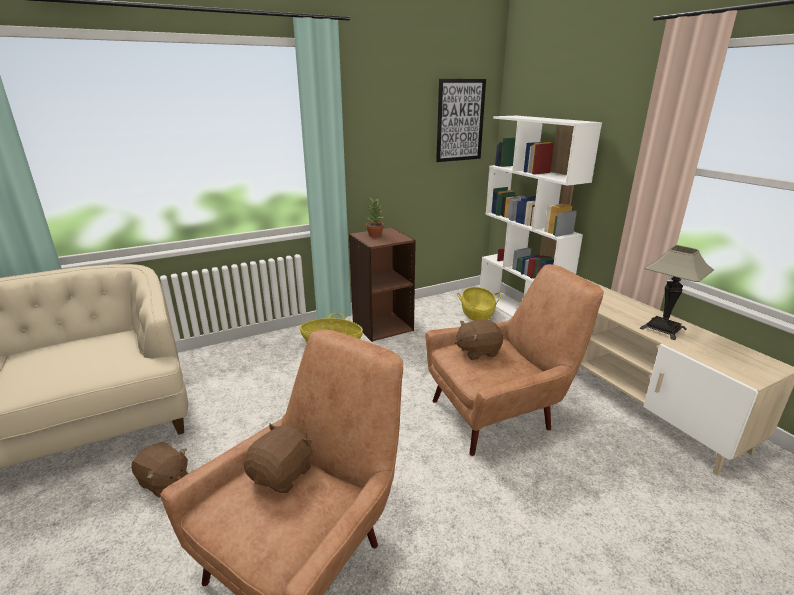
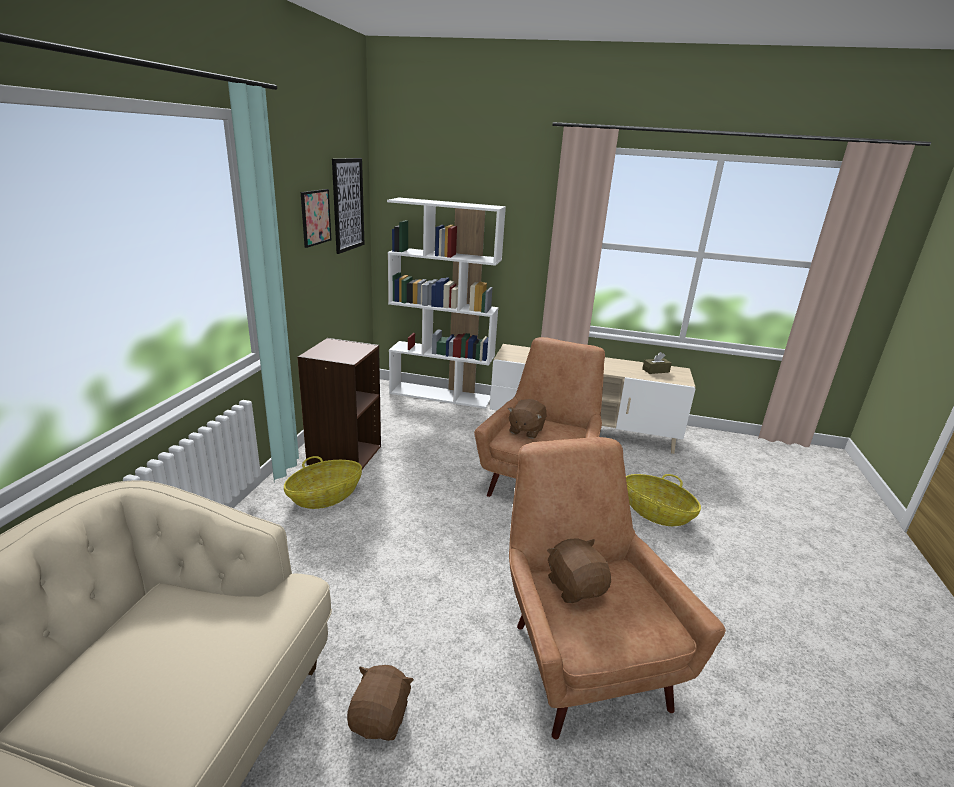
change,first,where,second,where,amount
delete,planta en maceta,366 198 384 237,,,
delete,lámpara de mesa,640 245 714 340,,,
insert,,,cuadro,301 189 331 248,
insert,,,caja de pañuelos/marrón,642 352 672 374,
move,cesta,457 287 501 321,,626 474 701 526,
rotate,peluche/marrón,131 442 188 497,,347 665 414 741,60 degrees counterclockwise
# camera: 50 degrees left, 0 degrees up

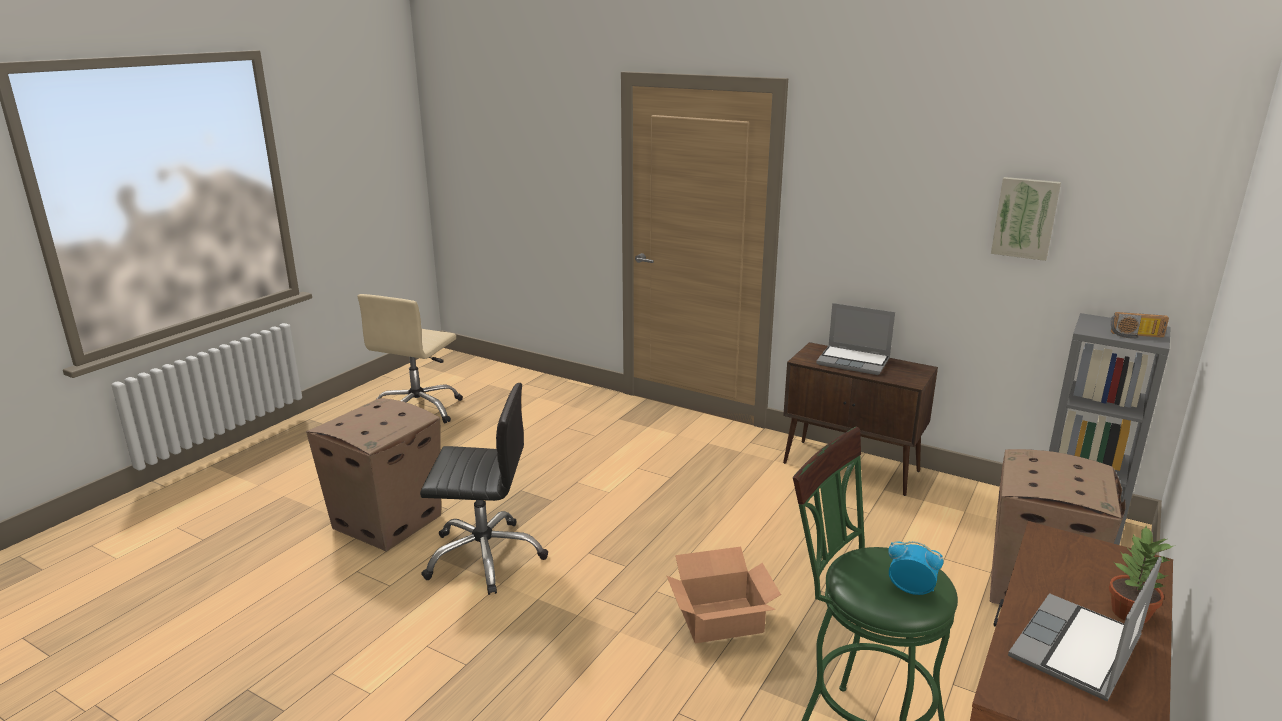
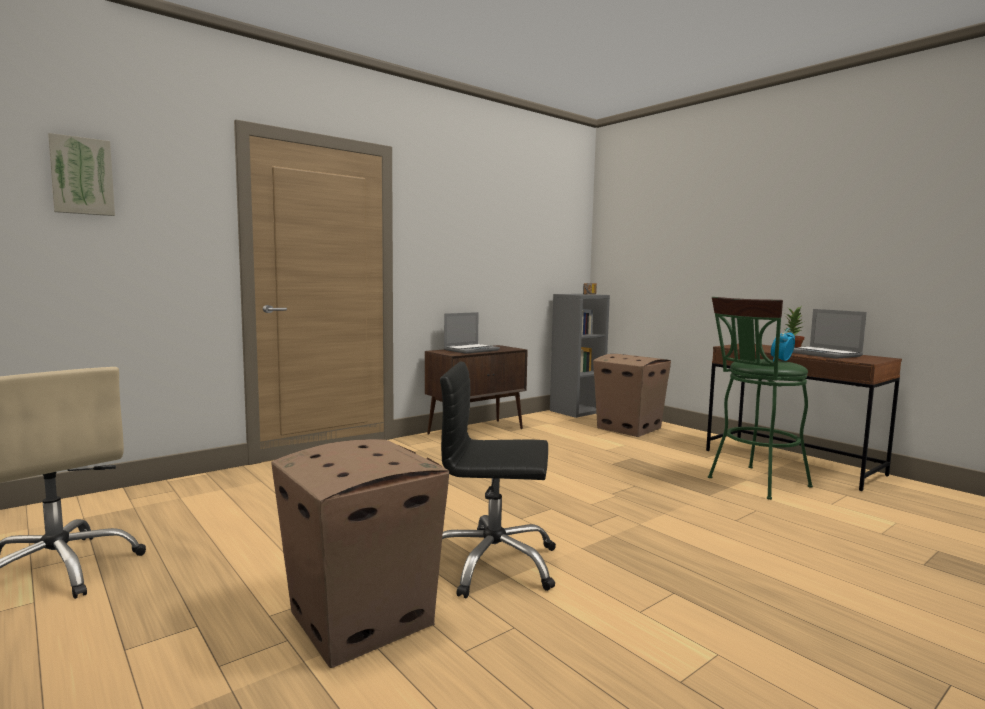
change,first,where,second,where,amount
delete,caja de cartón,667 547 781 644,,,
move,cuadro,991 177 1061 261,,48 133 115 216,
rotate,silla de oficina/negro,420 383 548 595,,440 362 556 598,105 degrees counterclockwise
# camera: 70 degrees left, 15 degrees down

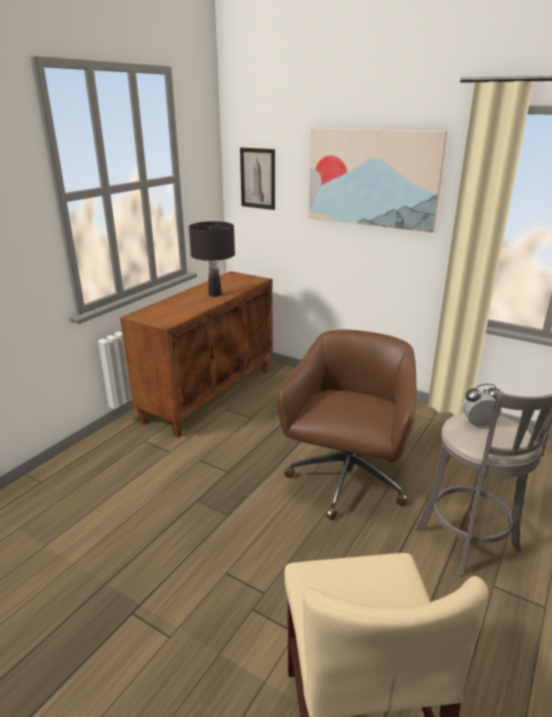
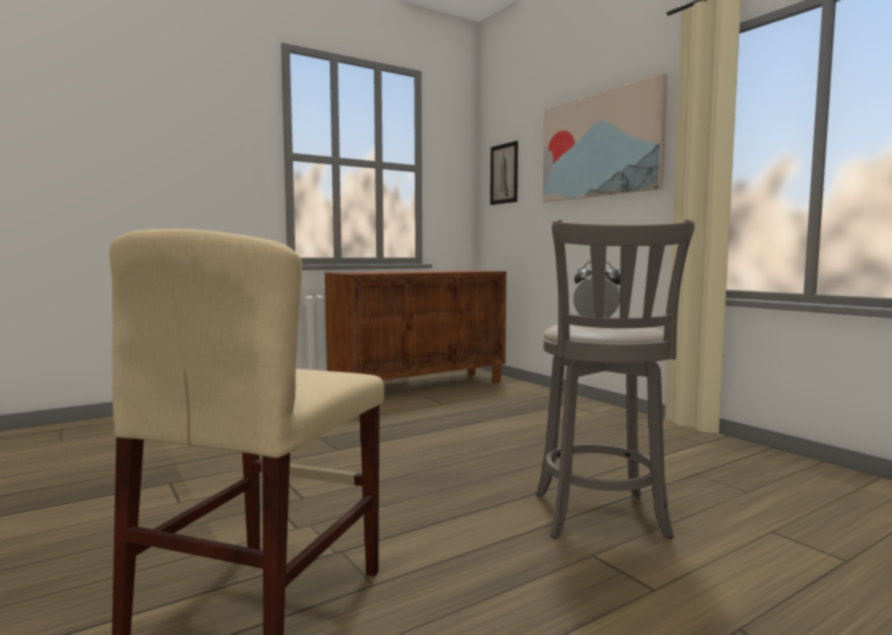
change,first,where,second,where,amount
delete,lámpara de mesa/negro,189 221 235 297,,,
delete,silla de oficina/marrón,277 330 417 520,,,
# camera: 25 degrees right, 20 degrees down

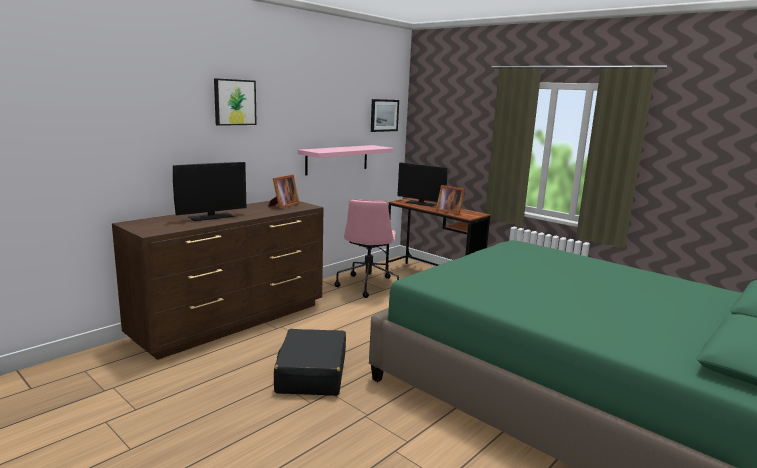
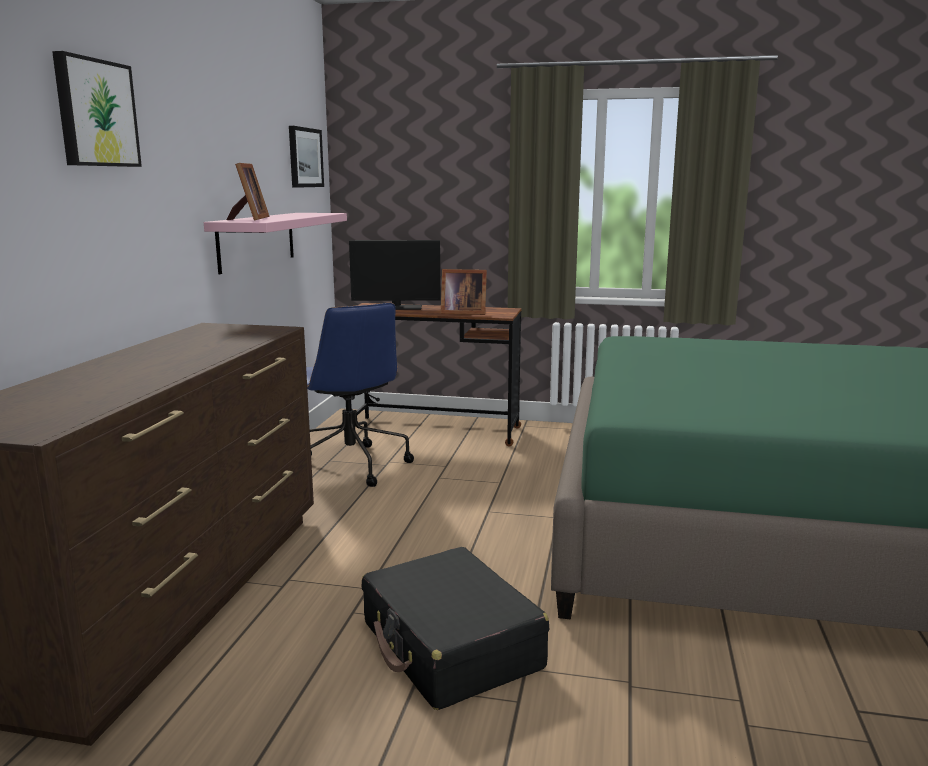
change,first,where,second,where,amount
delete,monitor,173 162 246 221,,,
move,portarretratos,269 175 300 209,,226 163 269 220,
recolor,silla de oficina/rosa,334 199 399 298,silla de oficina/azul,306 303 414 487,
# camera: 30 degrees left, 0 degrees up

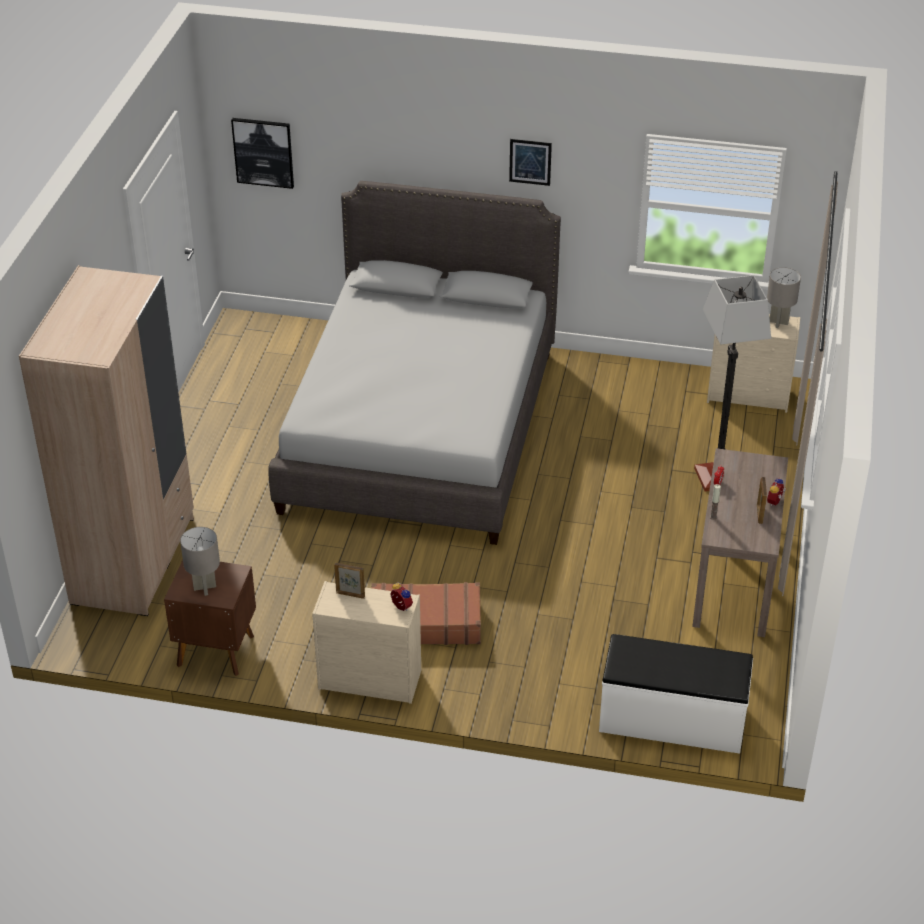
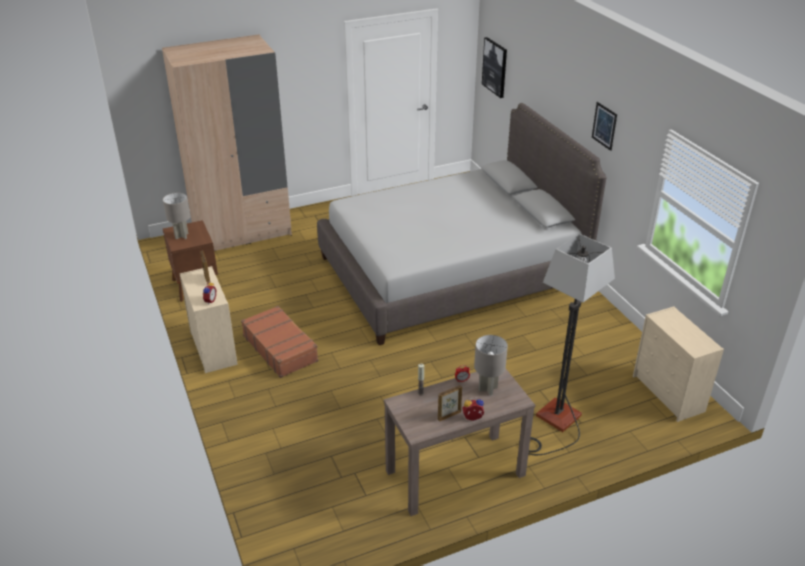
change,first,where,second,where,amount
delete,banco/blanco,599 634 753 754,,,
move,lámpara de mesa/gris,767 267 801 328,,474 335 508 396,
# camera: 55 degrees right, 5 degrees down

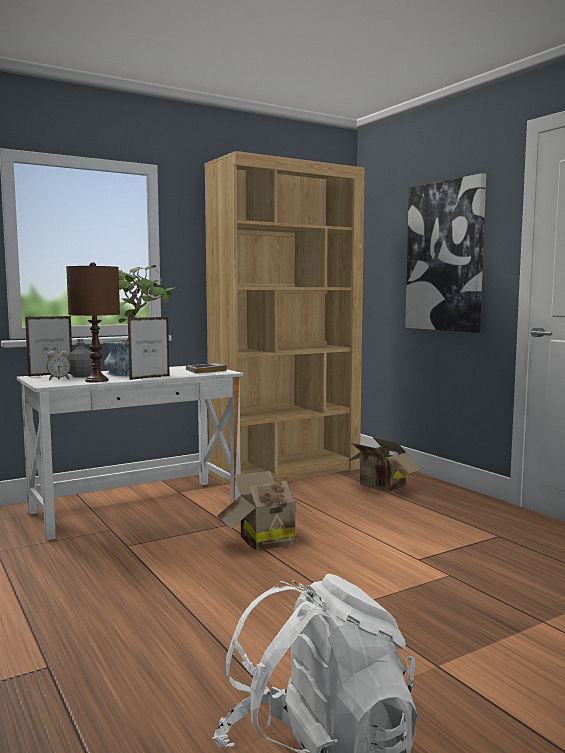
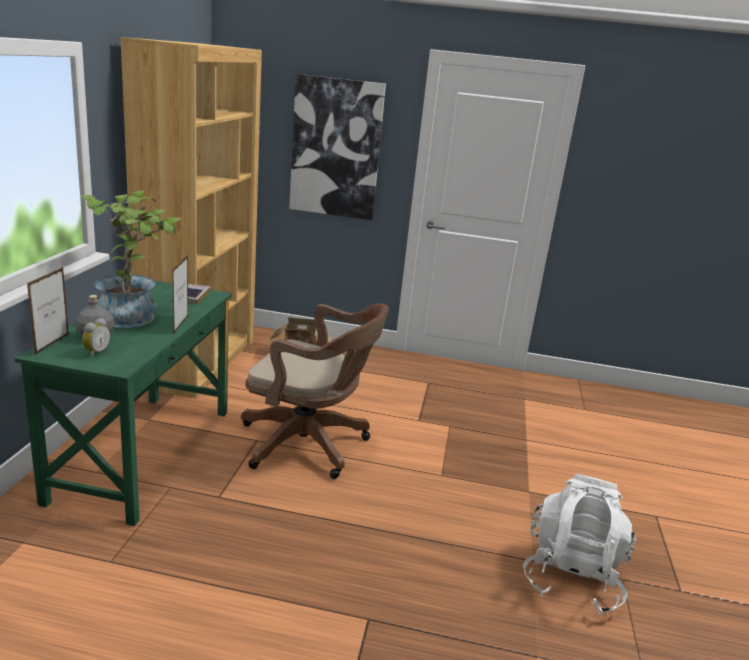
change,first,where,second,where,amount
delete,lámpara de mesa/marrón,66 262 120 383,,,
replace,caja de cartón,217 471 316 551,silla de oficina/marrón,241 304 389 479,
recolor,escritorio/blanco,17 366 244 540,escritorio/verde,15 281 232 526,
# camera: 50 degrees left, 15 degrees up

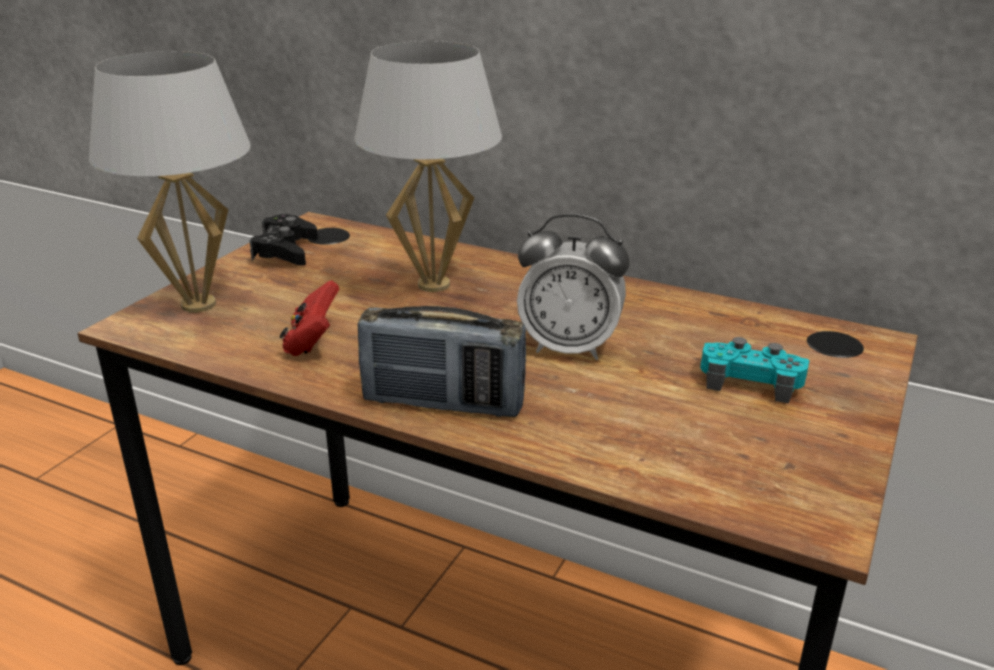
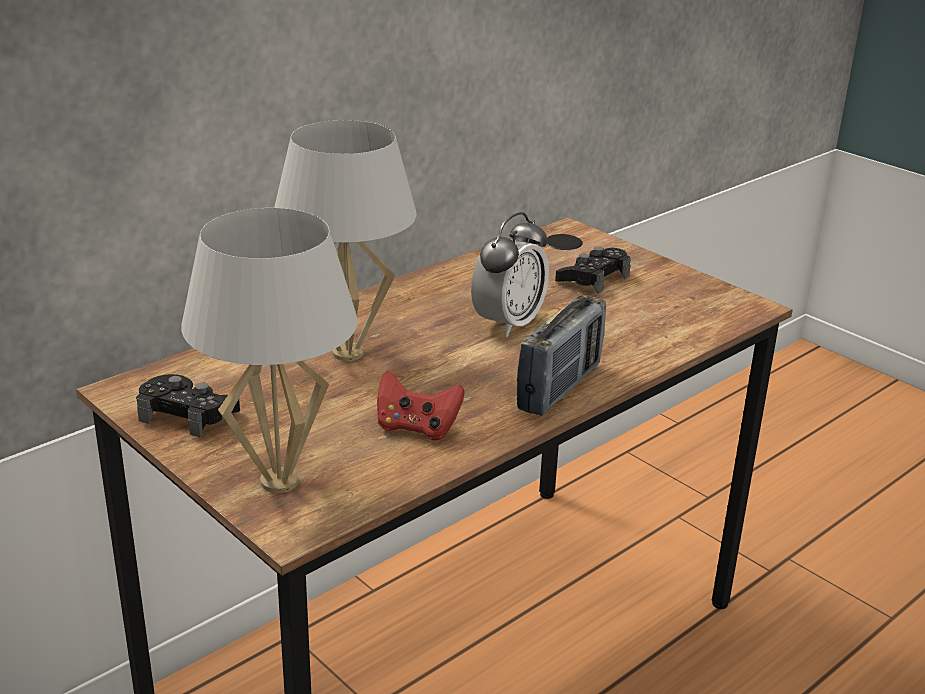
change,first,where,second,where,amount
recolor,mando de consola/turquesa,700 337 810 403,mando de consola/negro,555 246 631 294,
# camera: 70 degrees left, 0 degrees up

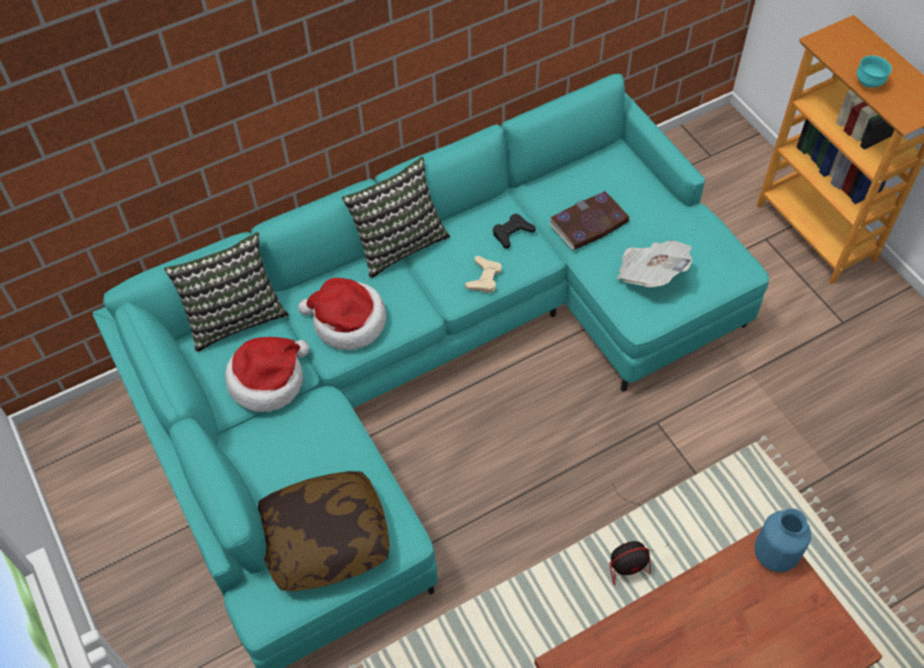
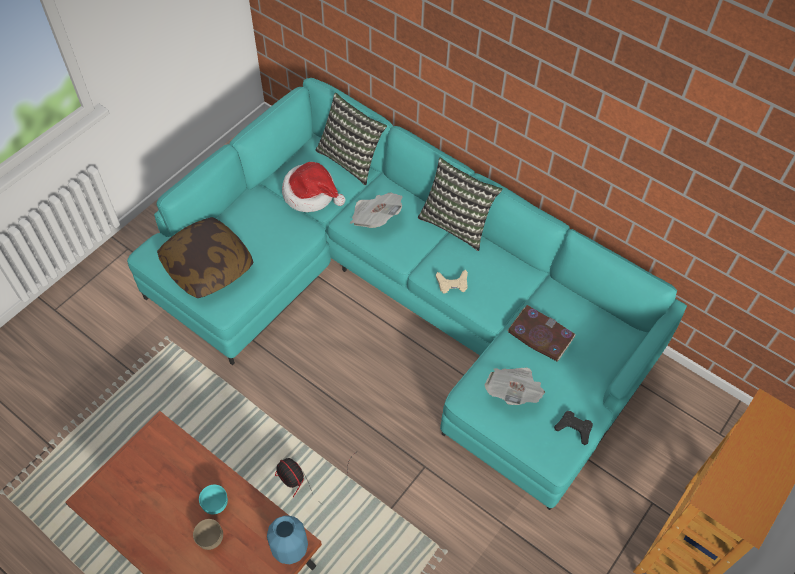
change,first,where,second,where,amount
insert,,,cuenco/marrón,193 519 223 550,
move,mando de consola/negro,493 214 536 249,,554 411 593 446,
move,cuenco/turquesa,857 55 892 88,,199 484 228 514,
replace,sombrero,298 278 386 350,periódico,350 192 402 228,
# camera: 65 degrees right, 0 degrees up

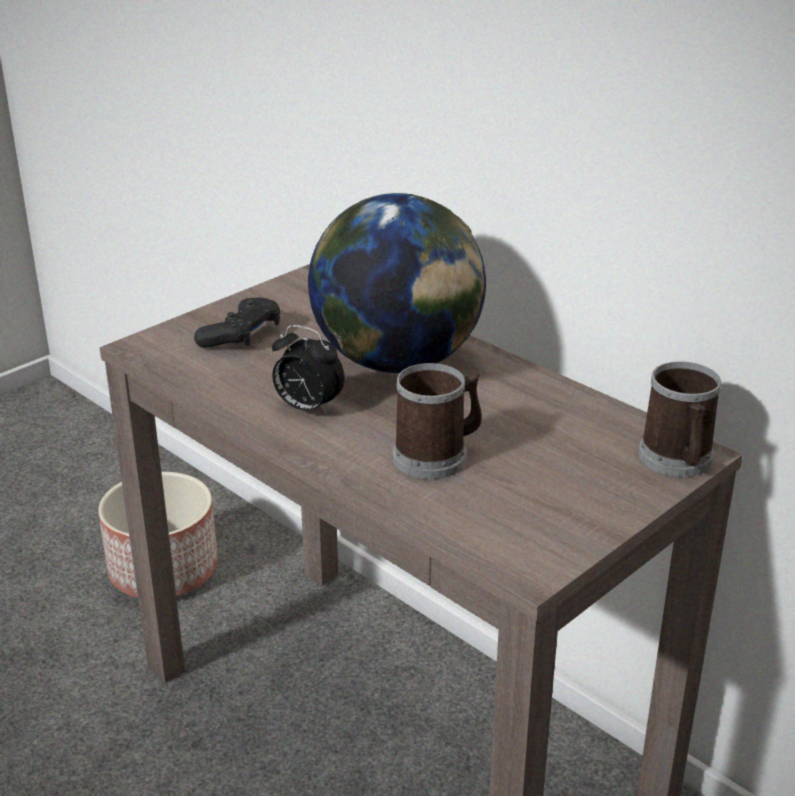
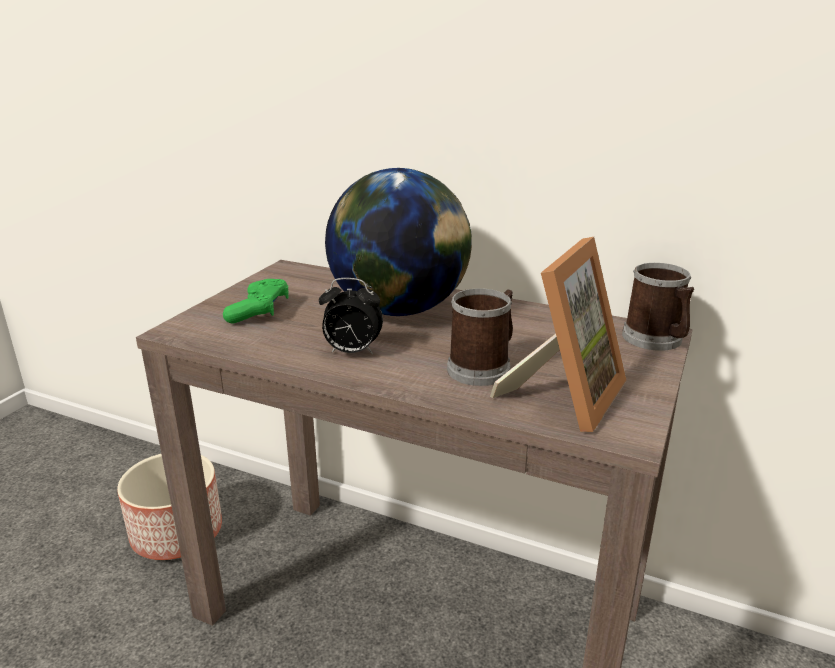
change,first,where,second,where,amount
insert,,,portarretratos,490 237 627 432,
recolor,mando de consola/negro,194 298 280 348,mando de consola/verde,223 279 289 323,
# camera: 20 degrees left, 5 degrees down

